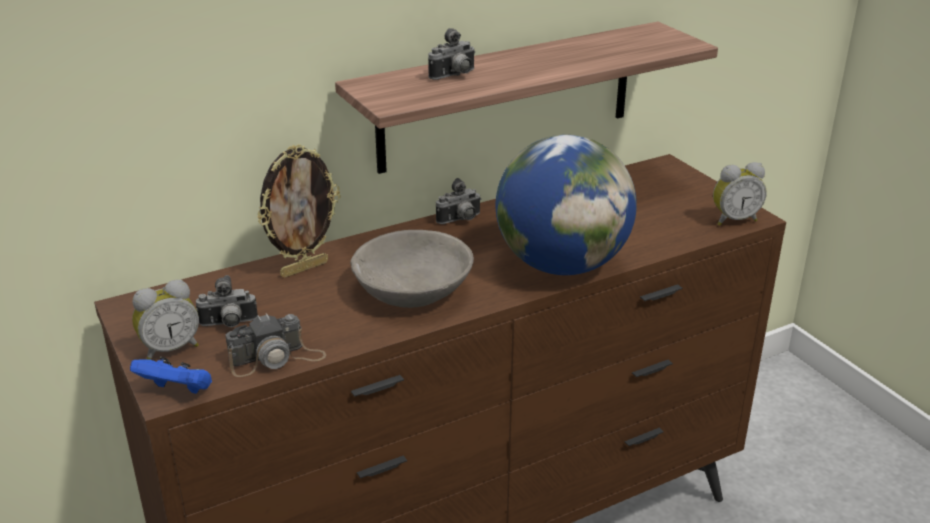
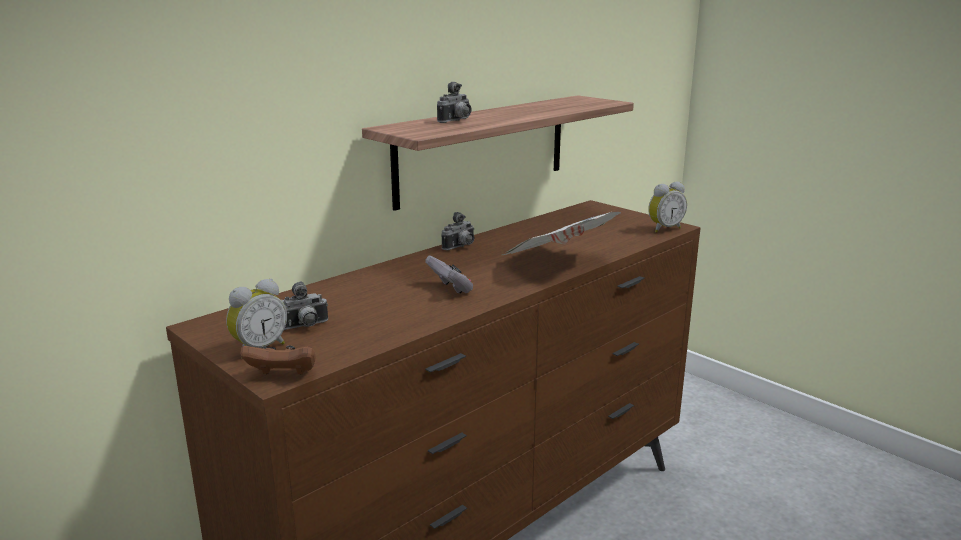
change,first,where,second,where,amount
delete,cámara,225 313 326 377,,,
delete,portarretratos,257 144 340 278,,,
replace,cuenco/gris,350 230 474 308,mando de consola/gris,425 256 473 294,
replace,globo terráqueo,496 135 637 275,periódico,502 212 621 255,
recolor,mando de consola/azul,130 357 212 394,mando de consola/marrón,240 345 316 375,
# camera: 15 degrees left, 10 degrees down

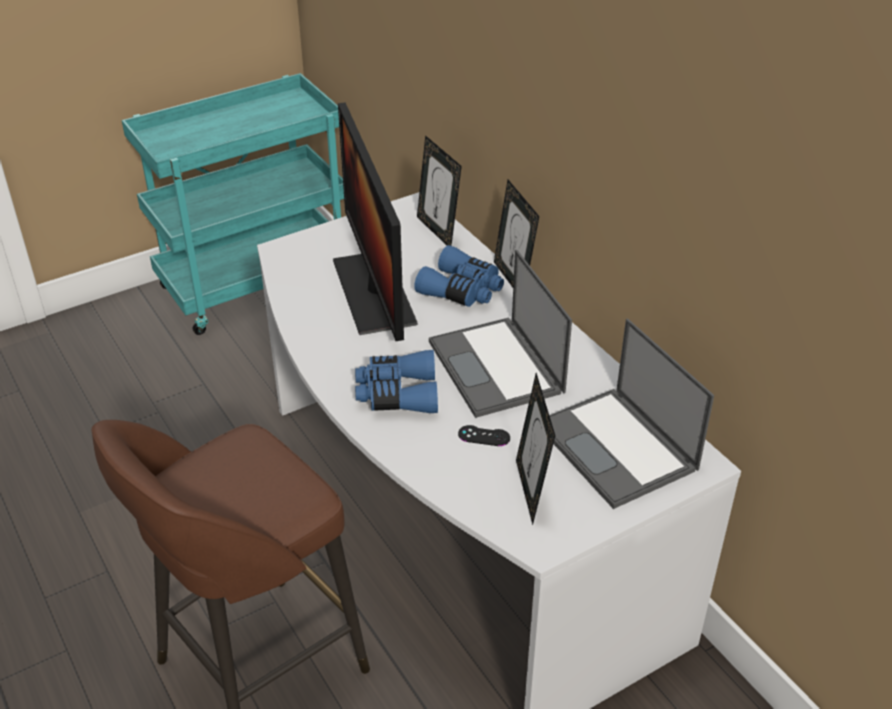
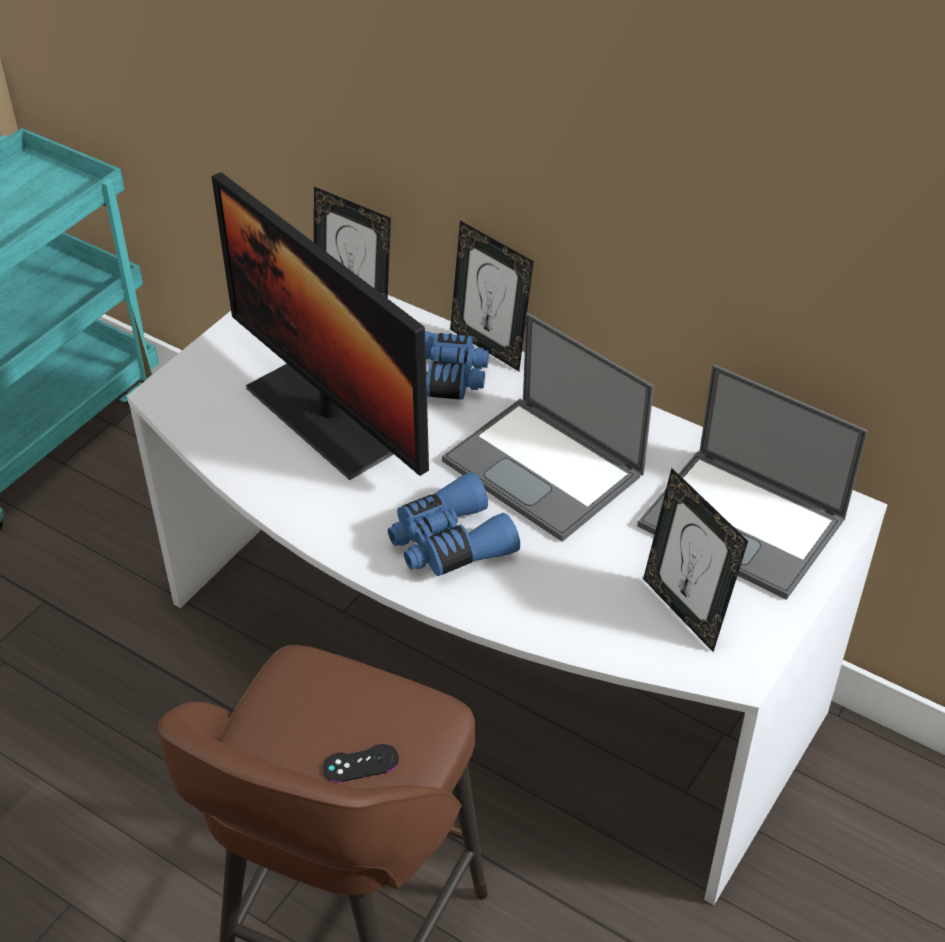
change,first,where,second,where,amount
move,mando de consola/negro,458 425 510 446,,323 744 399 782,
# camera: 25 degrees left, 5 degrees up

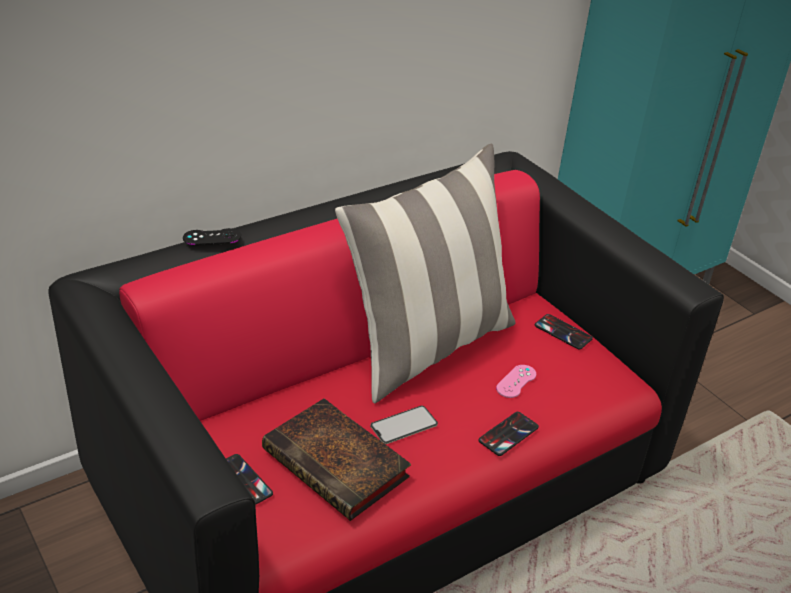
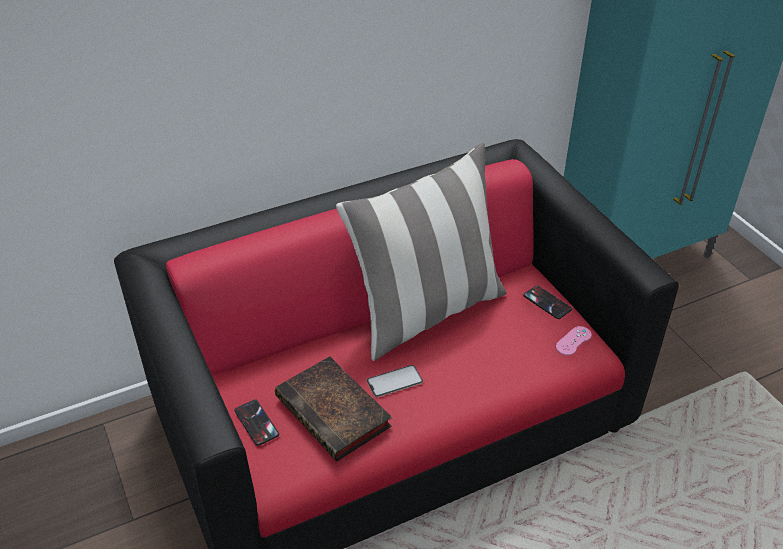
change,first,where,second,where,amount
delete,mando de consola/negro,183 228 241 245,,,
delete,móvil,479 412 539 456,,,
move,mando de consola/rosa,496 365 536 398,,556 326 591 355,
# camera: 10 degrees right, 5 degrees up

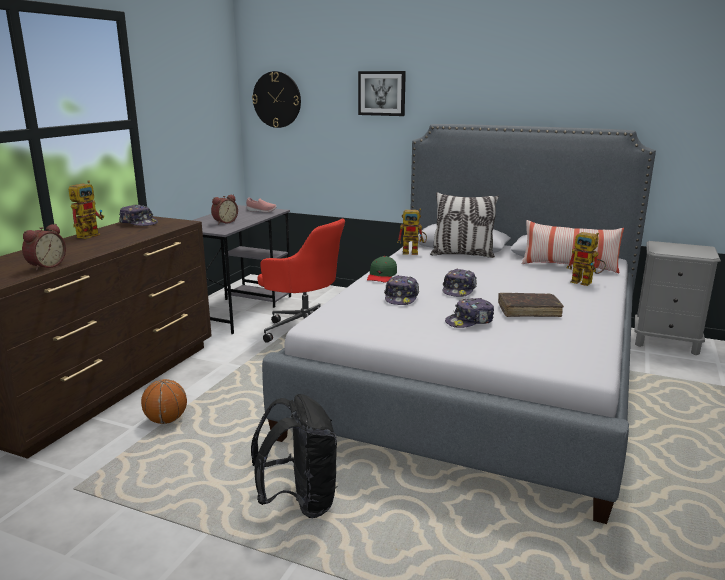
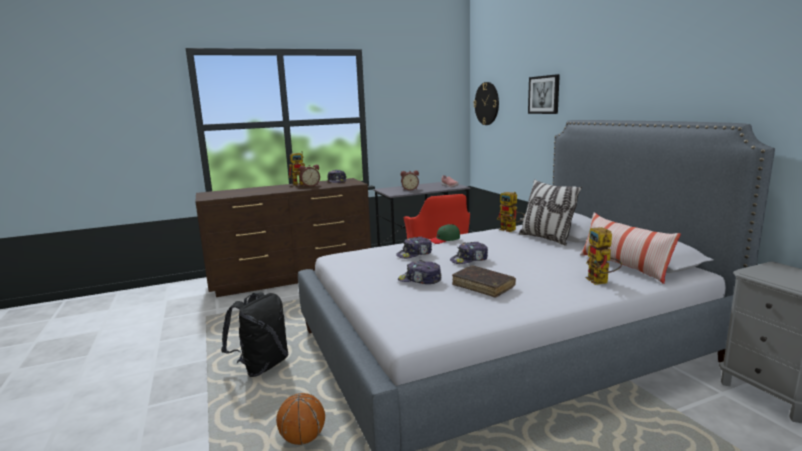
change,first,where,second,where,amount
move,despertador,22 224 66 271,,299 165 320 187,
move,balón de baloncesto,141 379 187 424,,276 393 325 445,
# camera: 45 degrees right, 5 degrees down

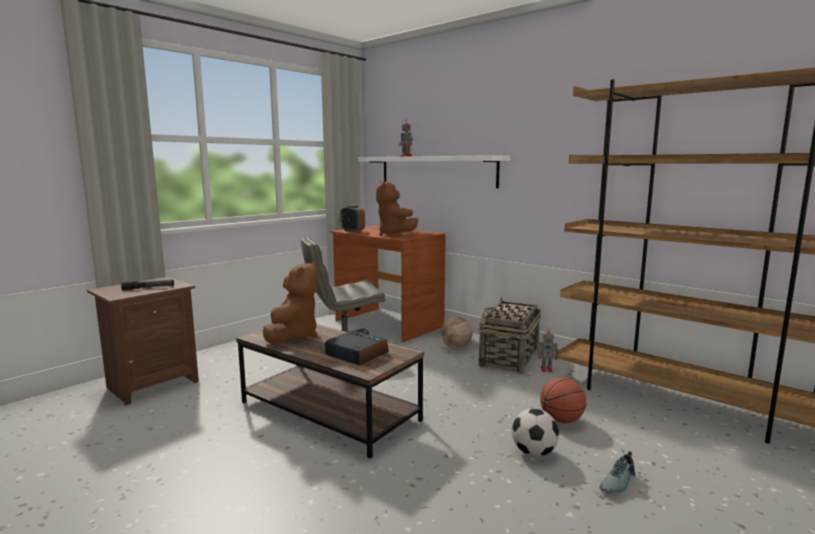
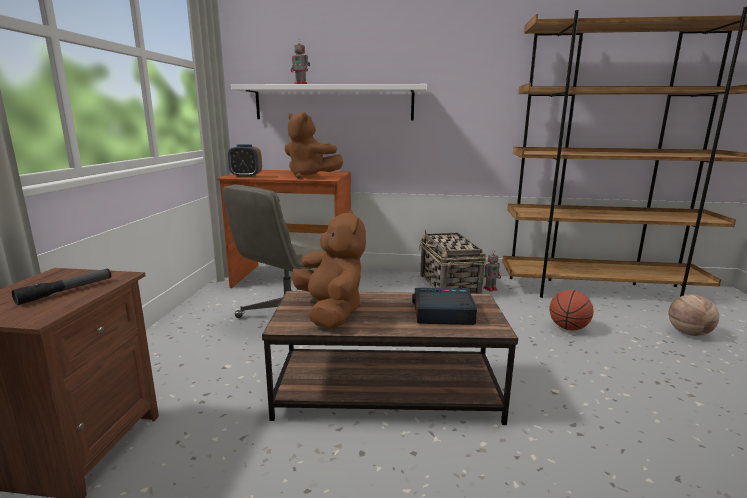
change,first,where,second,where,amount
delete,balón de fútbol,512 408 559 457,,,
delete,zapato,599 451 635 495,,,
move,balón de baloncesto,441 316 473 348,,669 294 719 336,
# camera: 35 degrees left, 5 degrees up

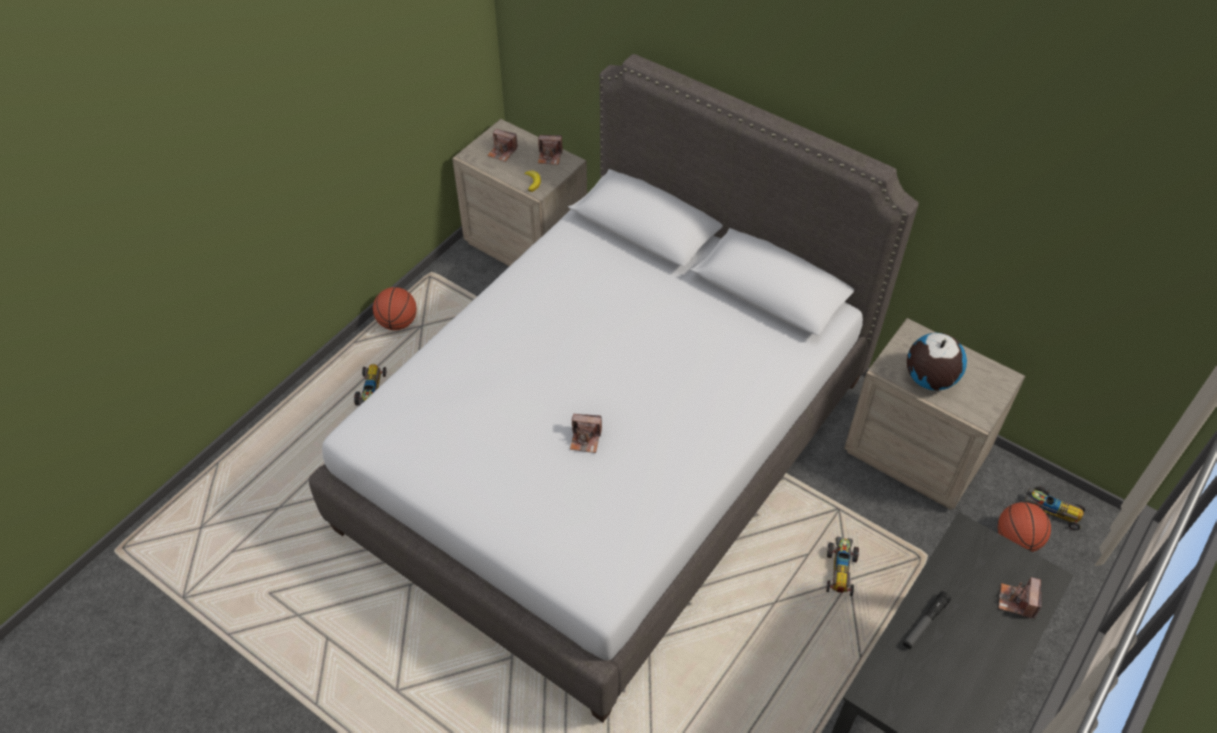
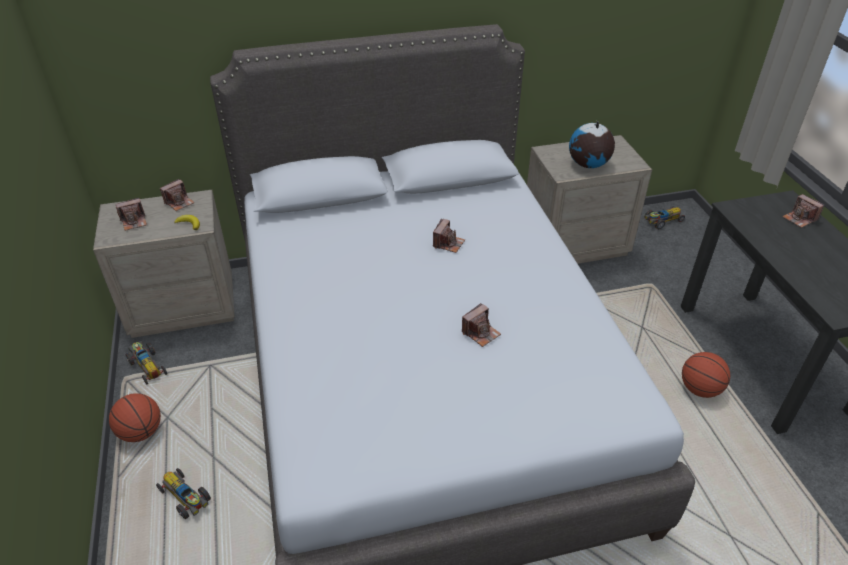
change,first,where,second,where,amount
delete,linterna,903 591 951 649,,,
insert,,,cámara,433 218 465 253,
move,coche de juguete,826 537 859 596,,126 341 167 385,
move,balón de baloncesto,998 502 1051 552,,682 352 730 398,
# camera: 50 degrees left, 10 degrees down

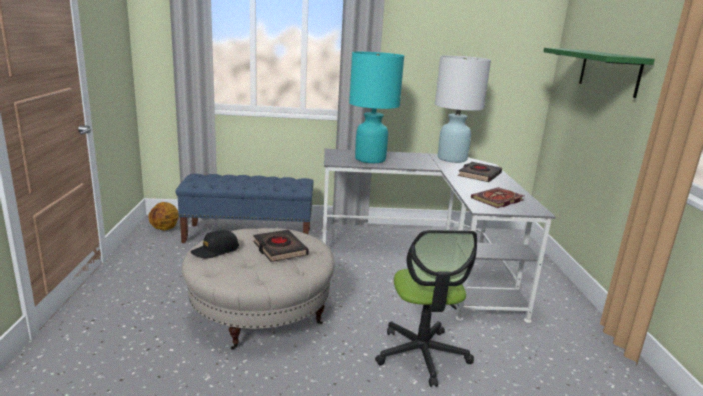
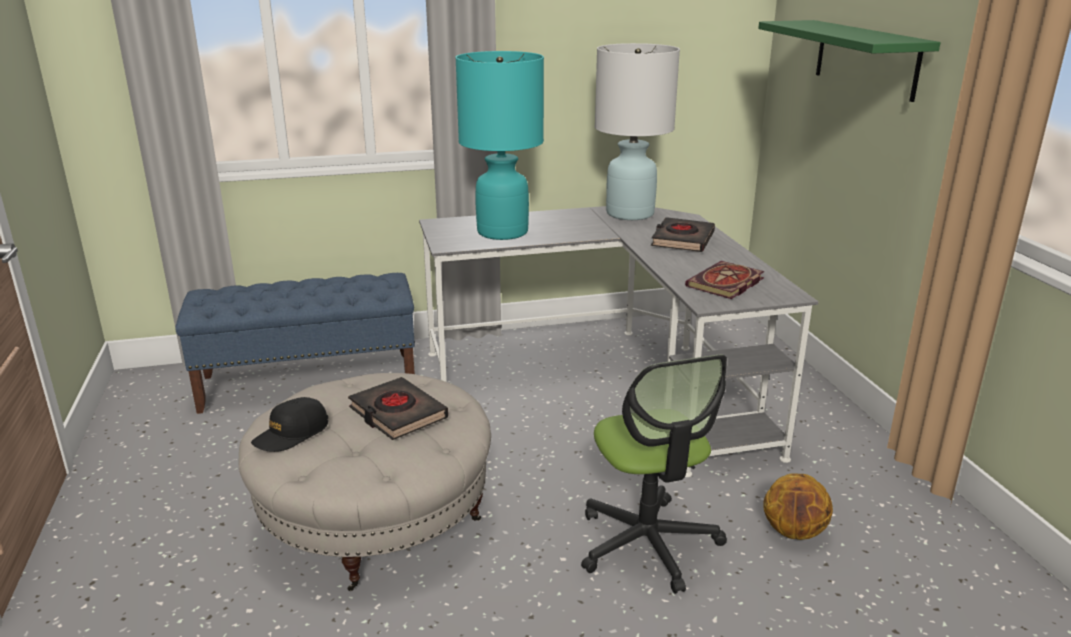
change,first,where,second,where,amount
move,balón de baloncesto,149 202 179 230,,763 473 833 540,
# camera: 10 degrees left, 5 degrees up

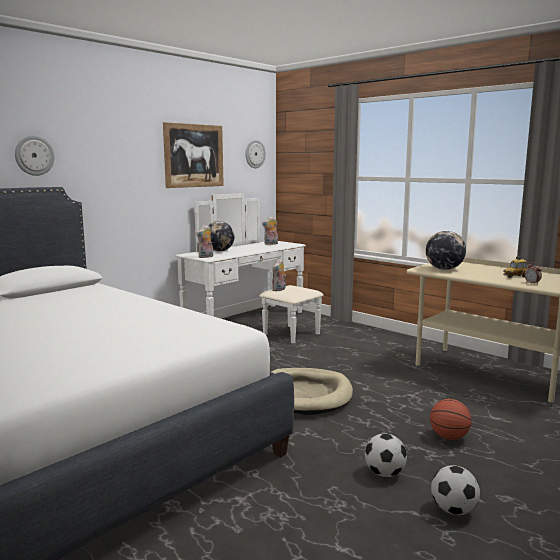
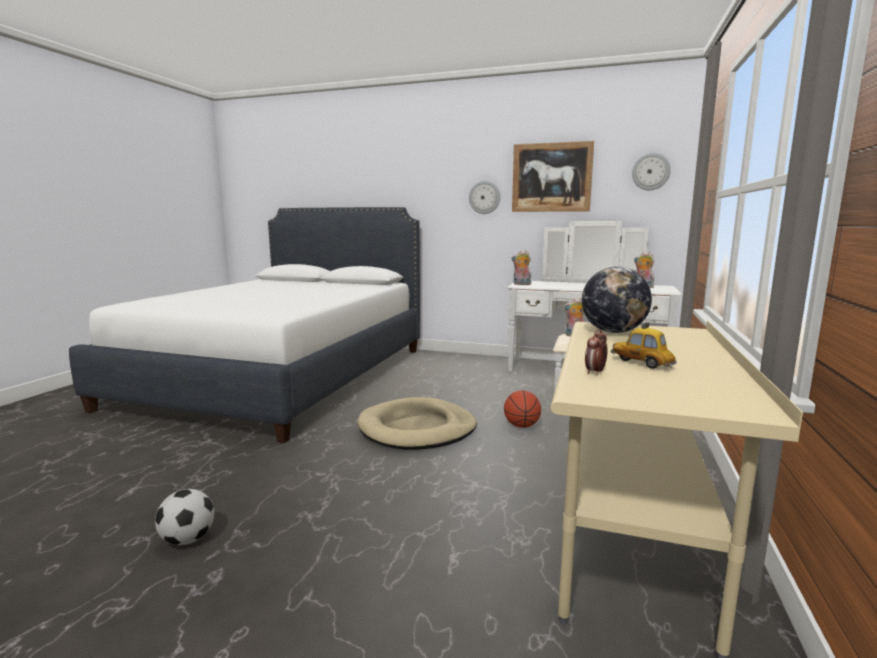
change,first,where,second,where,amount
delete,globo terráqueo,208 221 235 252,,,
delete,balón de fútbol,365 434 407 477,,,
move,reloj de pared,15 135 55 176,,469 181 500 214,
move,balón de baloncesto,430 399 472 440,,504 390 541 428,
# camera: 65 degrees right, 0 degrees up

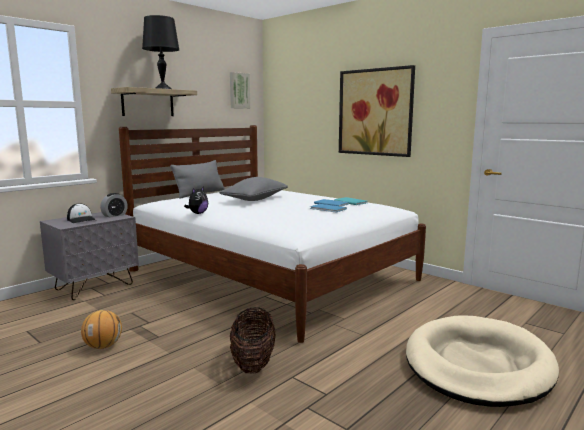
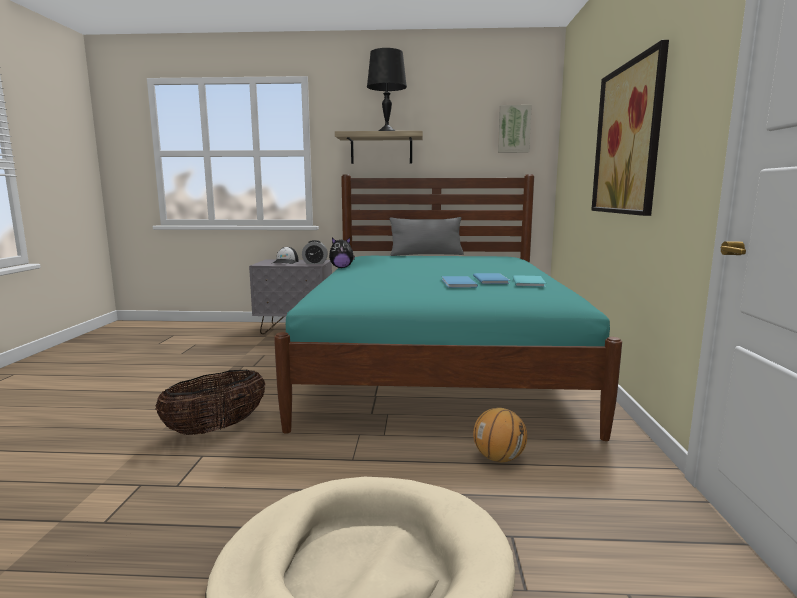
change,first,where,second,where,amount
delete,cojín/gris,219 177 288 201,,,
move,balón de baloncesto,81 310 122 349,,473 408 527 462,
recolor,cama/blanco,119 125 426 343,cama/turquesa,274 174 622 441,
# camera: 50 degrees right, 0 degrees up

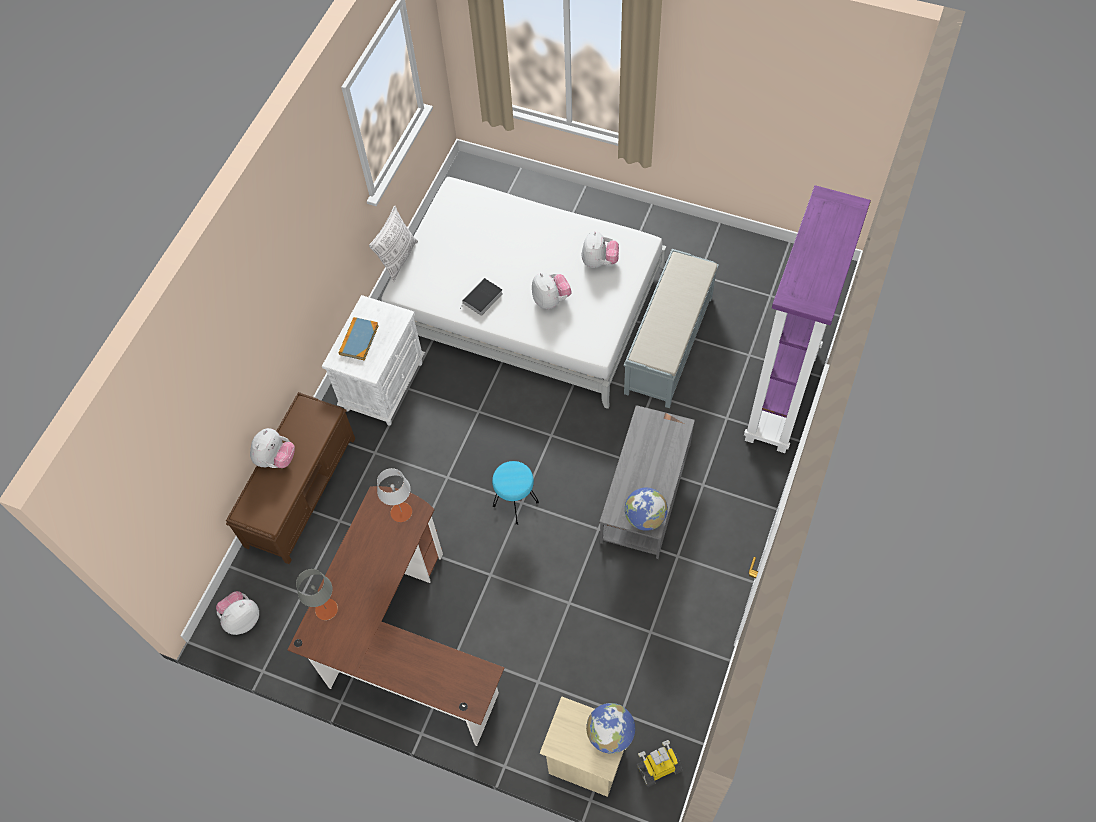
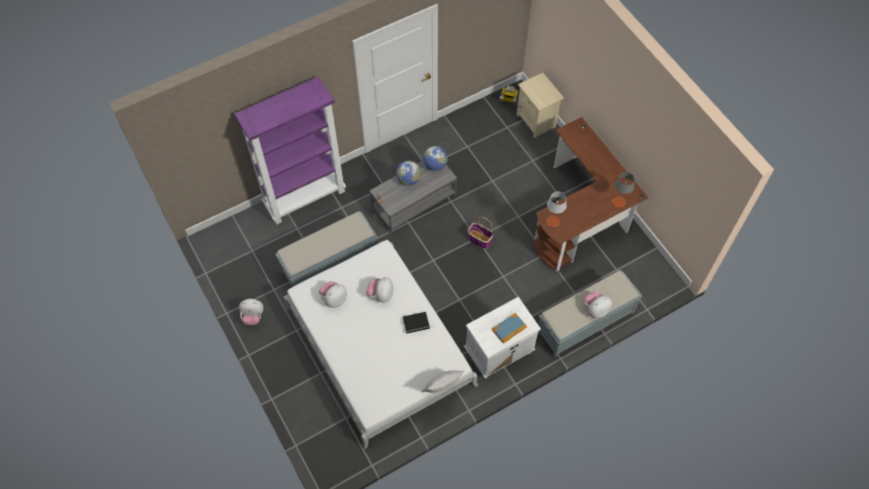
change,first,where,second,where,amount
move,peluche,216 591 259 635,,239 299 264 325,
move,globo terráqueo,586 703 635 754,,396 161 421 185,
replace,taburete/turquesa,492 461 539 525,cesta,468 217 494 249,
recolor,banco/marrón,226 392 355 564,banco/gris,538 270 642 358,
# camera: 145 degrees left, 0 degrees up

